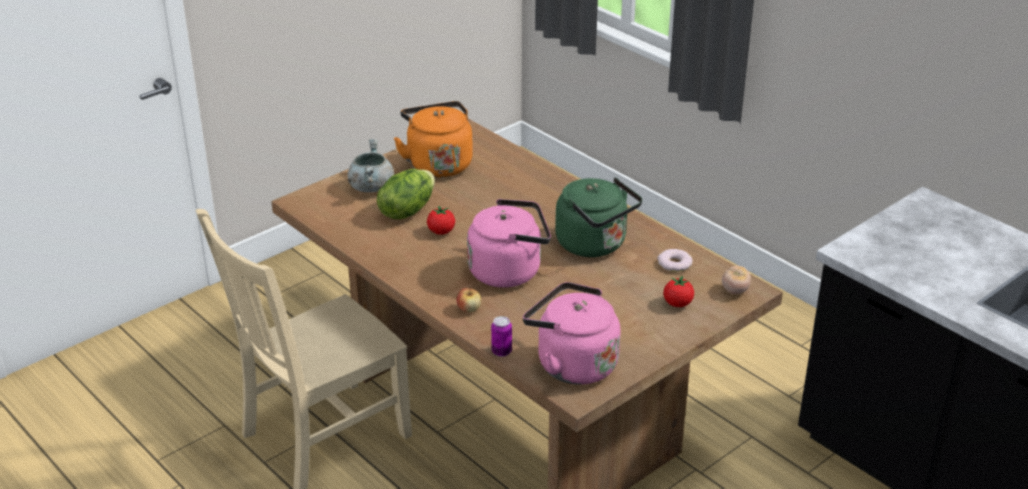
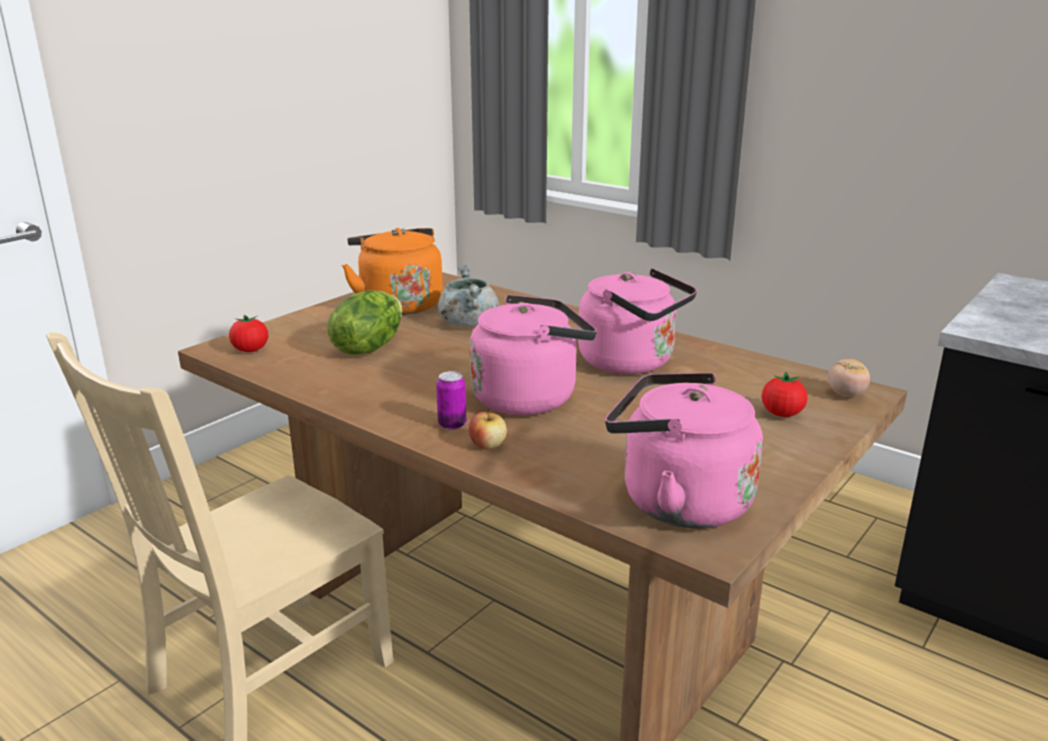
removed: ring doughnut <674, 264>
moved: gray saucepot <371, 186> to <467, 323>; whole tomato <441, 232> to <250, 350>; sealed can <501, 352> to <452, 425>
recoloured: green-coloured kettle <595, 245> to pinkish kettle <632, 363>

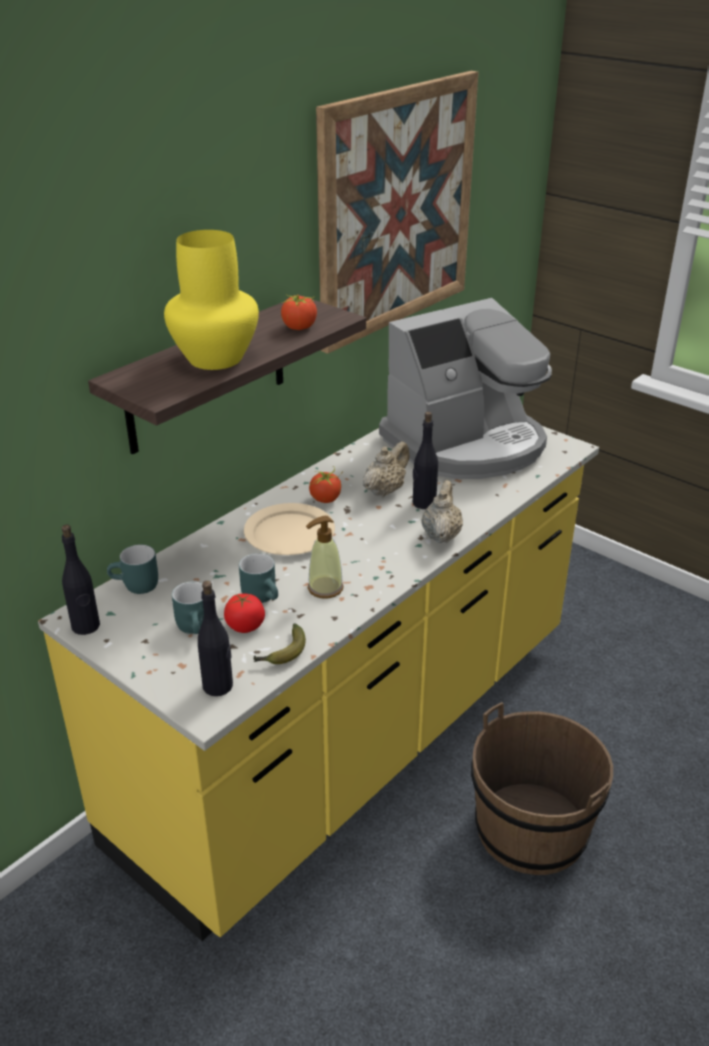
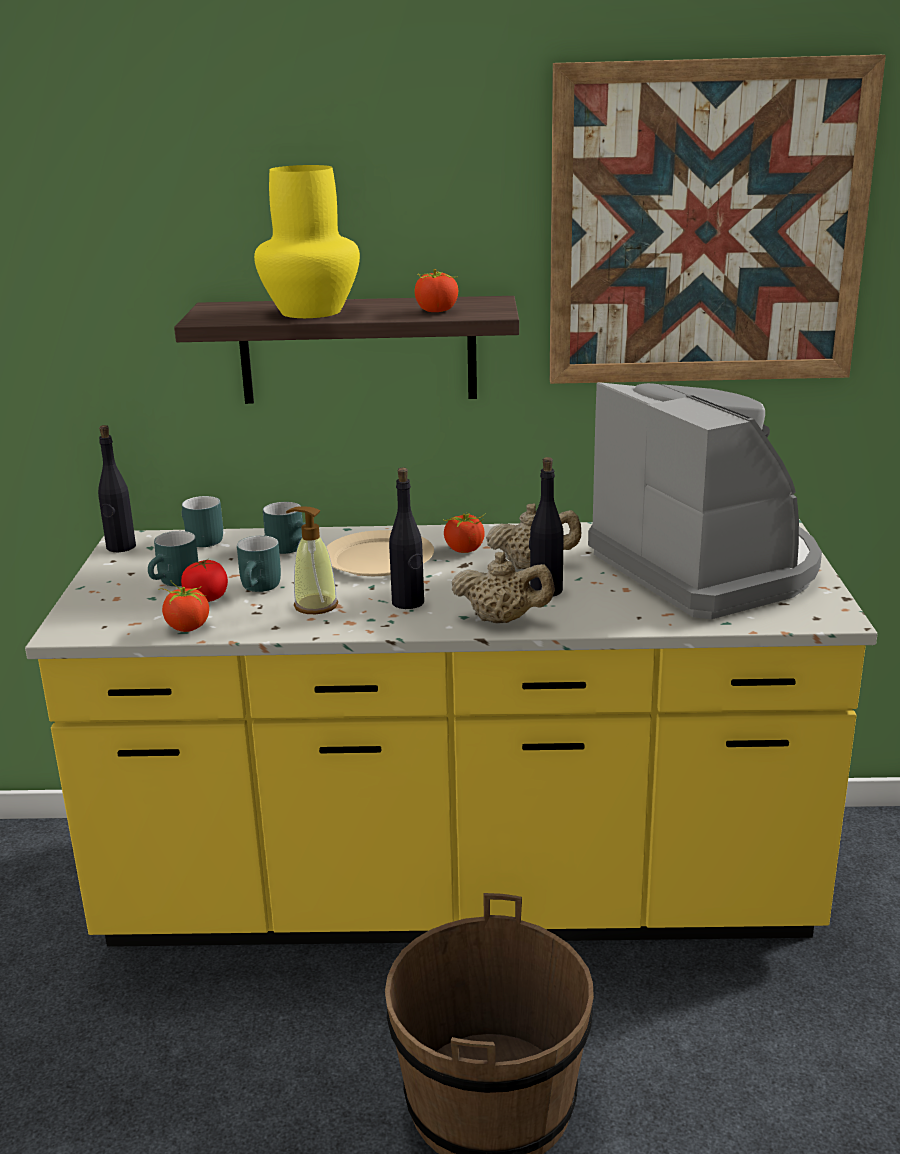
added: turquoise mug <292, 548>
moved: black-coloured beverage bottle <218, 686> to <408, 602>
replaced: banana fruit <282, 653> to whole tomato <187, 627>
turned: coffee maker <466, 444> = <708, 567> 135 degrees counterclockwise; sand-coloured tea pot <441, 535> = <502, 620> 45 degrees clockwise

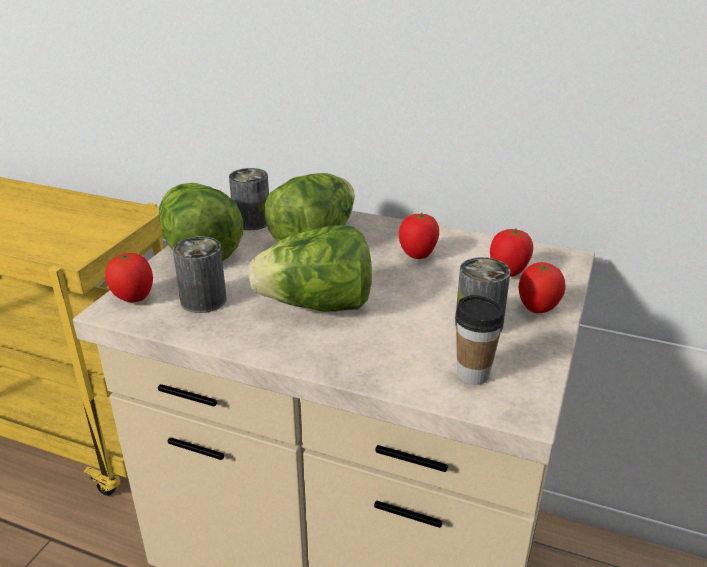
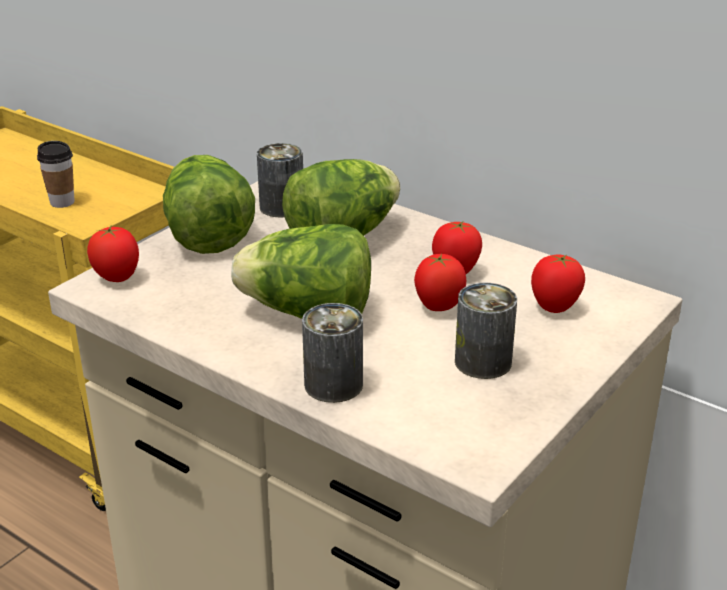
moved: sealed can <203, 300> to <333, 384>; whole tomato <537, 309> to <438, 307>; small cup <473, 374> to <62, 202>

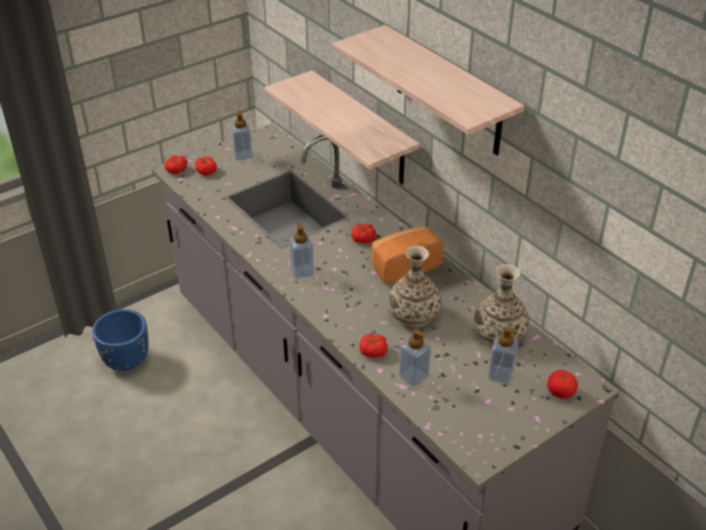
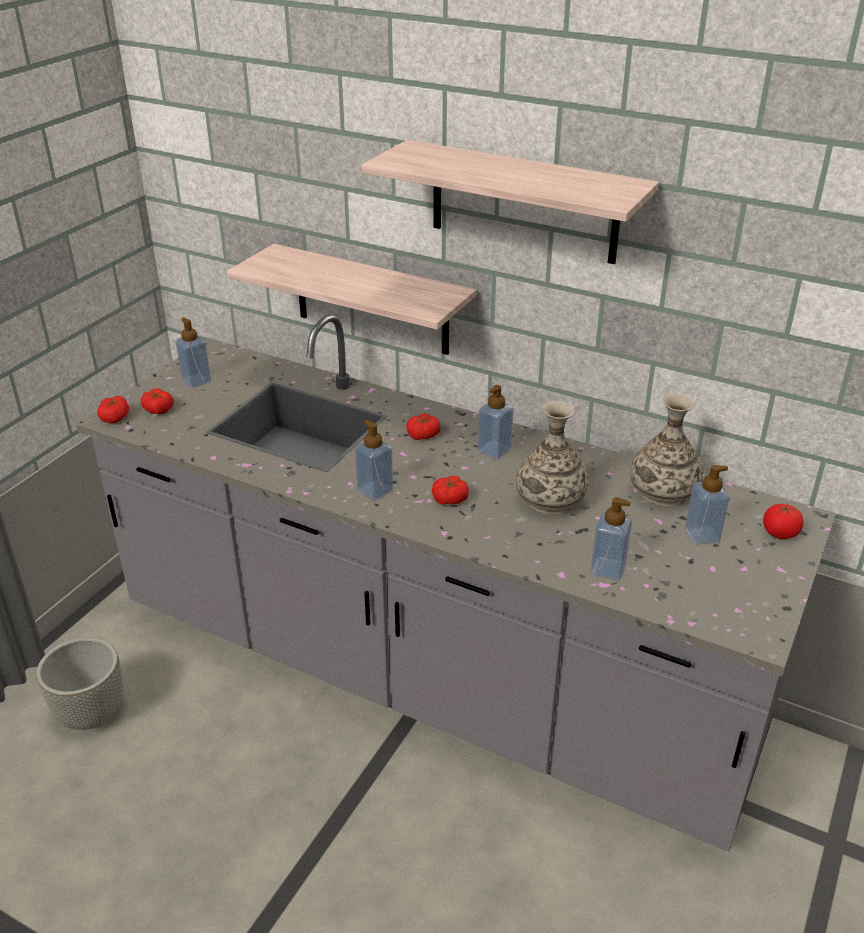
moved: whole tomato <373, 351> to <450, 499>
replaced: baked bread <403, 265> to liquid soap bottle <494, 450>
recoloured: blue-coloured planter <127, 361> to gray planter <91, 714>

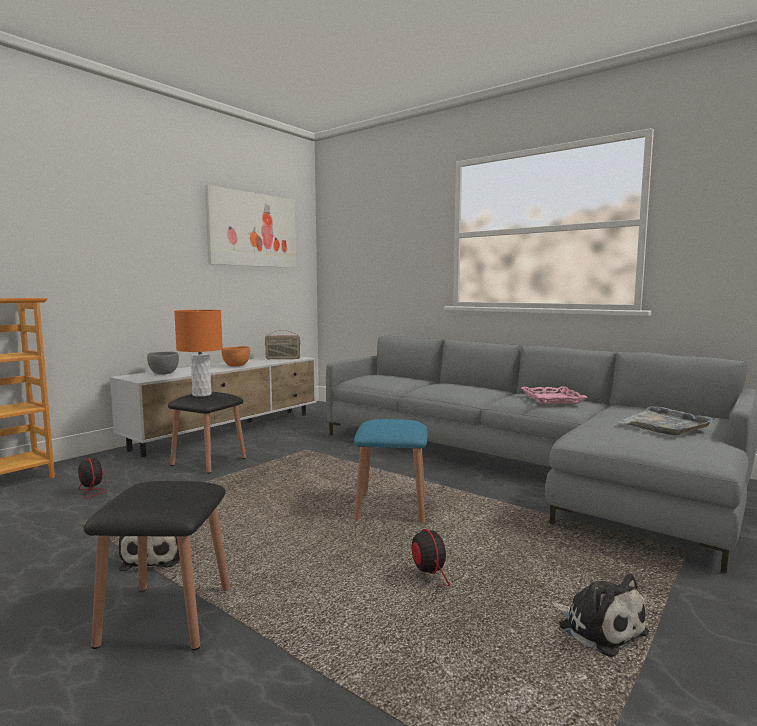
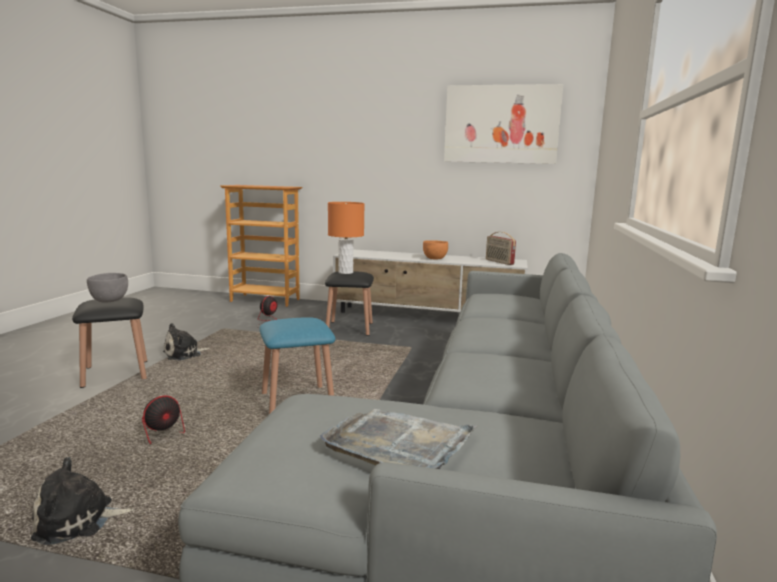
removed: pinkish tray <551, 399>
moved: gray deep dish <163, 373> to <110, 301>
turned: soft toy <598, 627> = <79, 521> 45 degrees clockwise

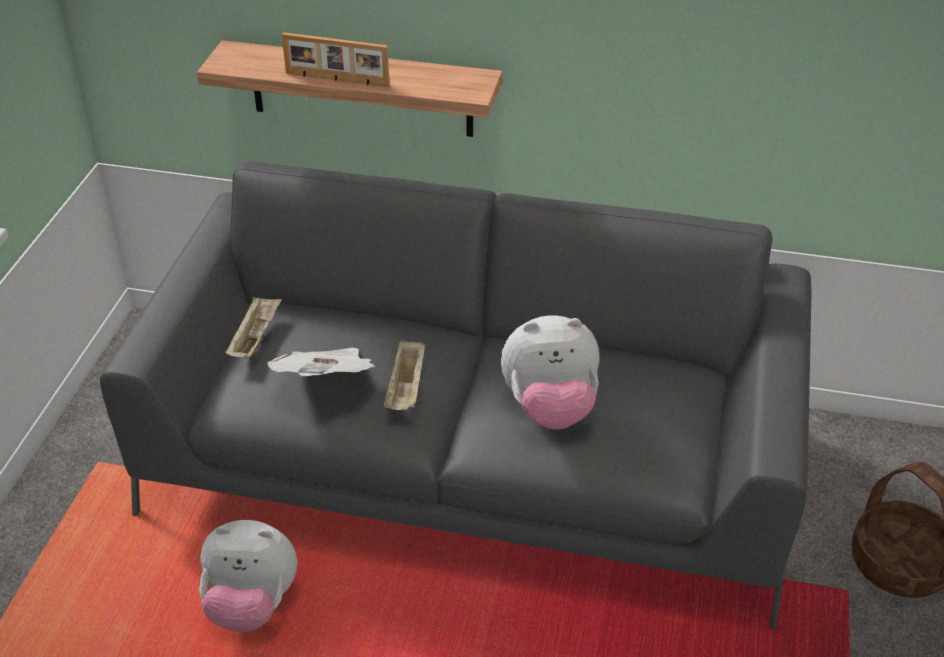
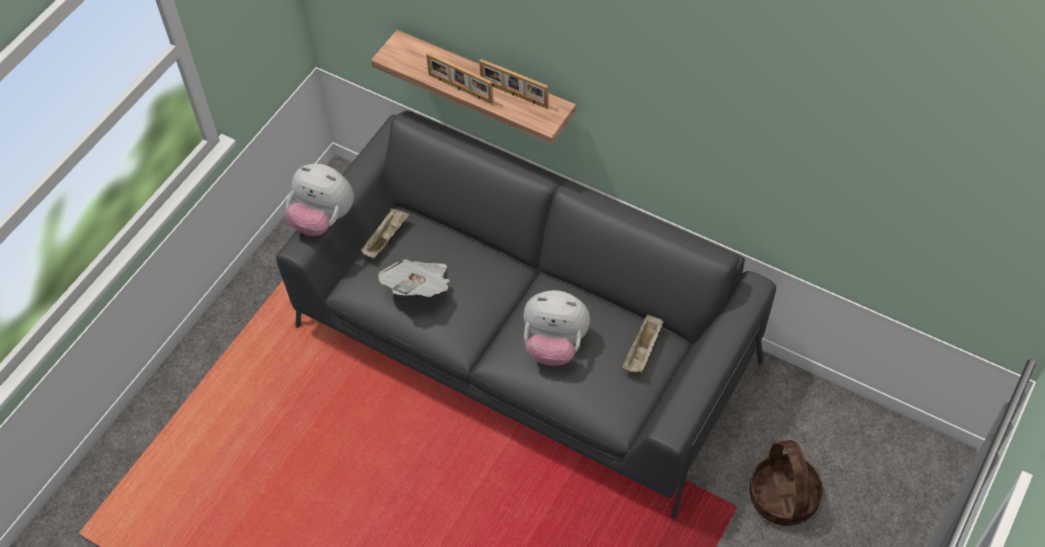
added: standing frame <513, 94>
moved: sand-coloured tray <406, 388> to <643, 351>; soft toy <251, 605> to <323, 219>

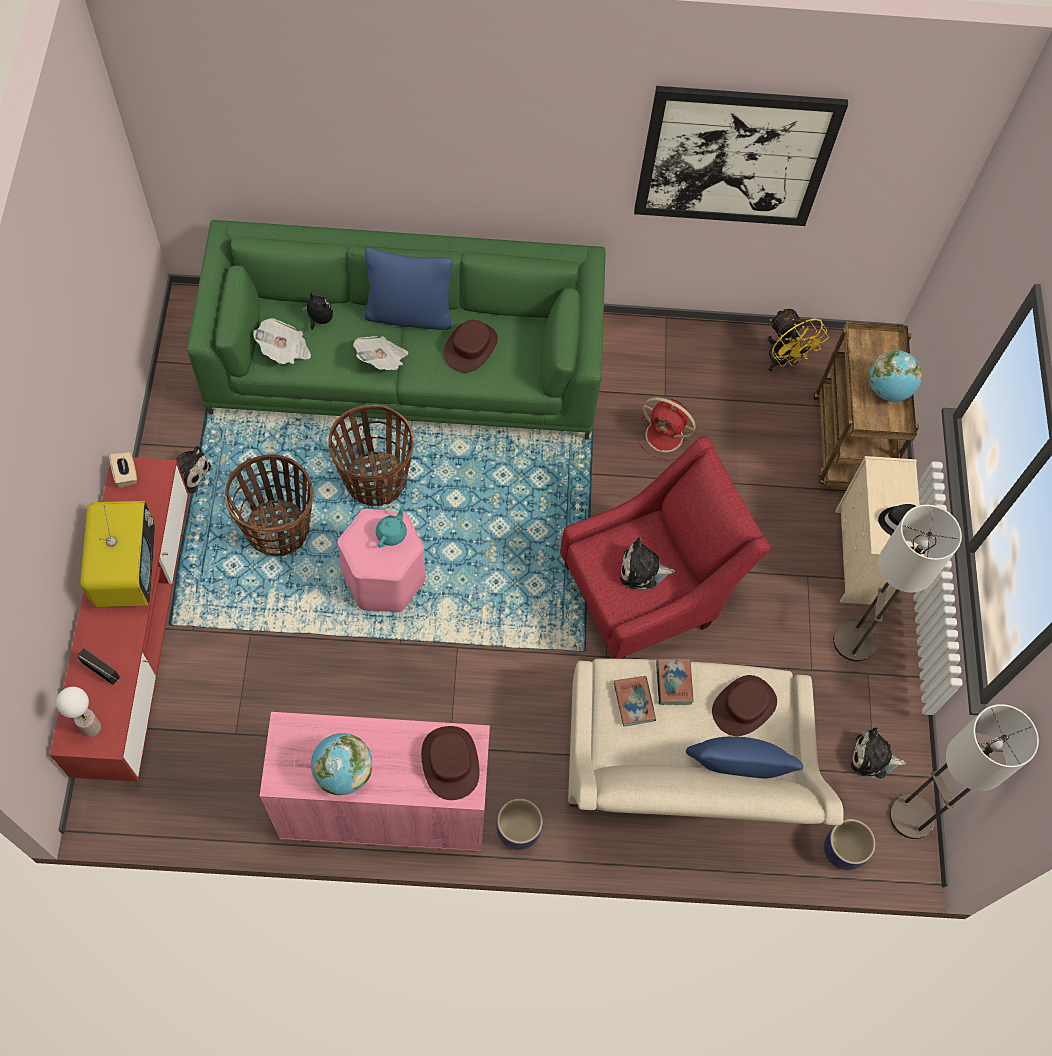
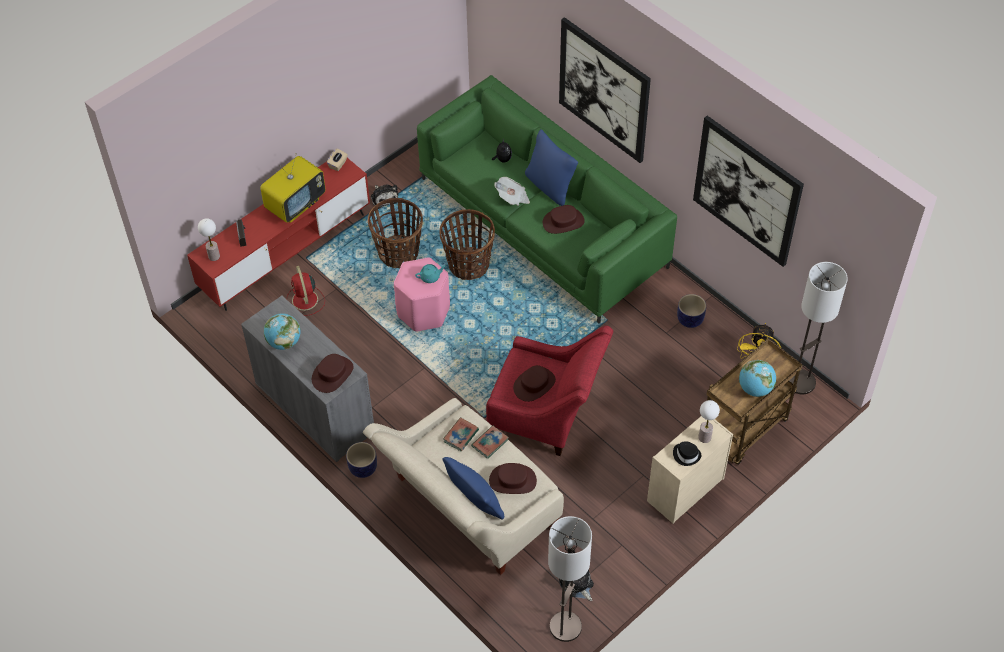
removed: daily paper <284, 350>
added: wall art <604, 90>; lamp for a table <705, 437>
moved: red-coloured cooling fan <665, 436> to <305, 301>; standing lamp <854, 642> to <800, 382>; planter <842, 851> to <689, 320>
replaced: soft toy <642, 570> to brown-coloured wearable hat <534, 385>
recoloured: pinkish cabinet <384, 806> to gray cabinet <315, 408>

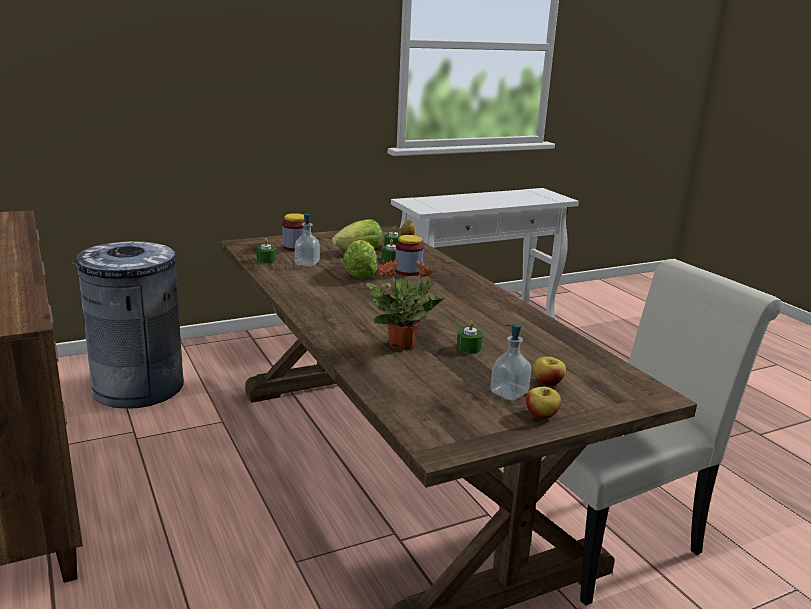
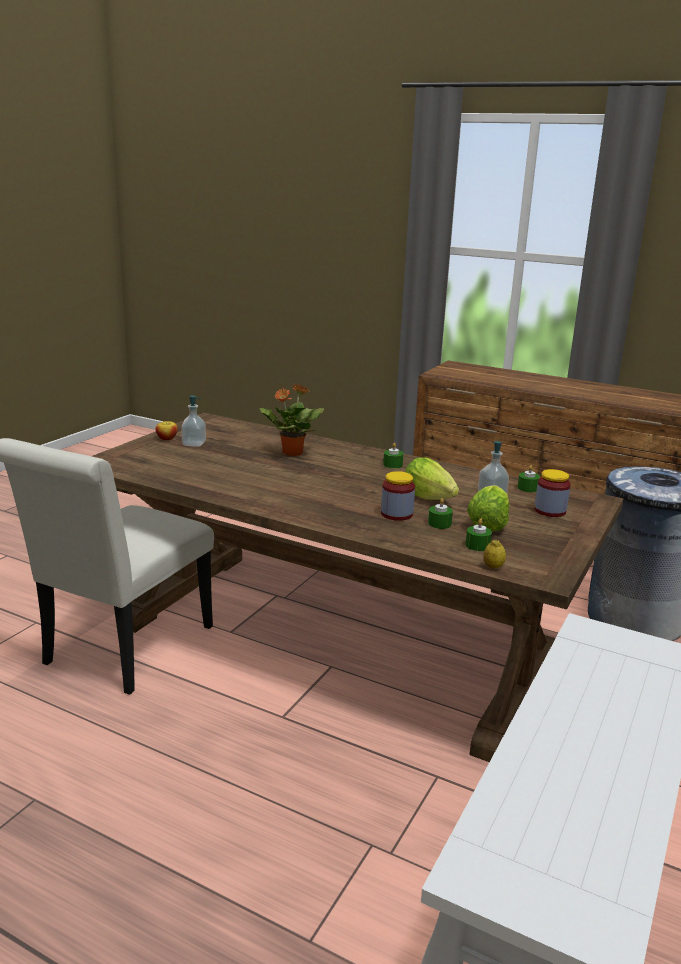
removed: apple fruit <547, 382>
moved: green-coloured wax candle <469, 348> to <392, 465>

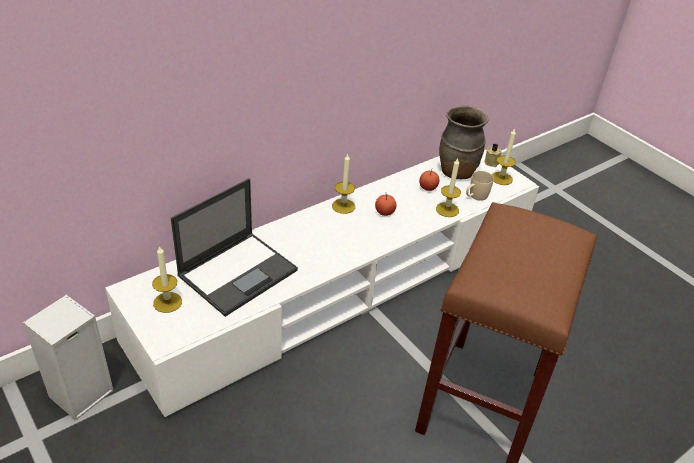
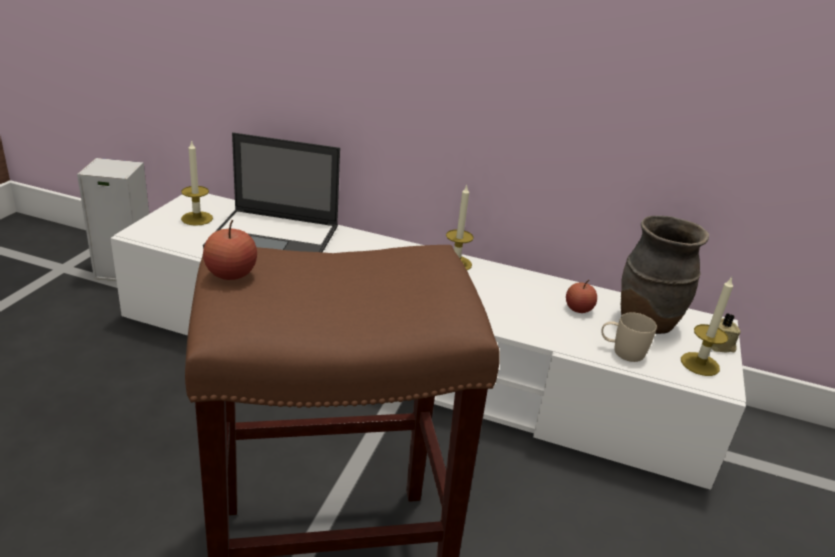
removed: wax candle <447, 209>
moved: apple fruit <384, 212> to <231, 274>

